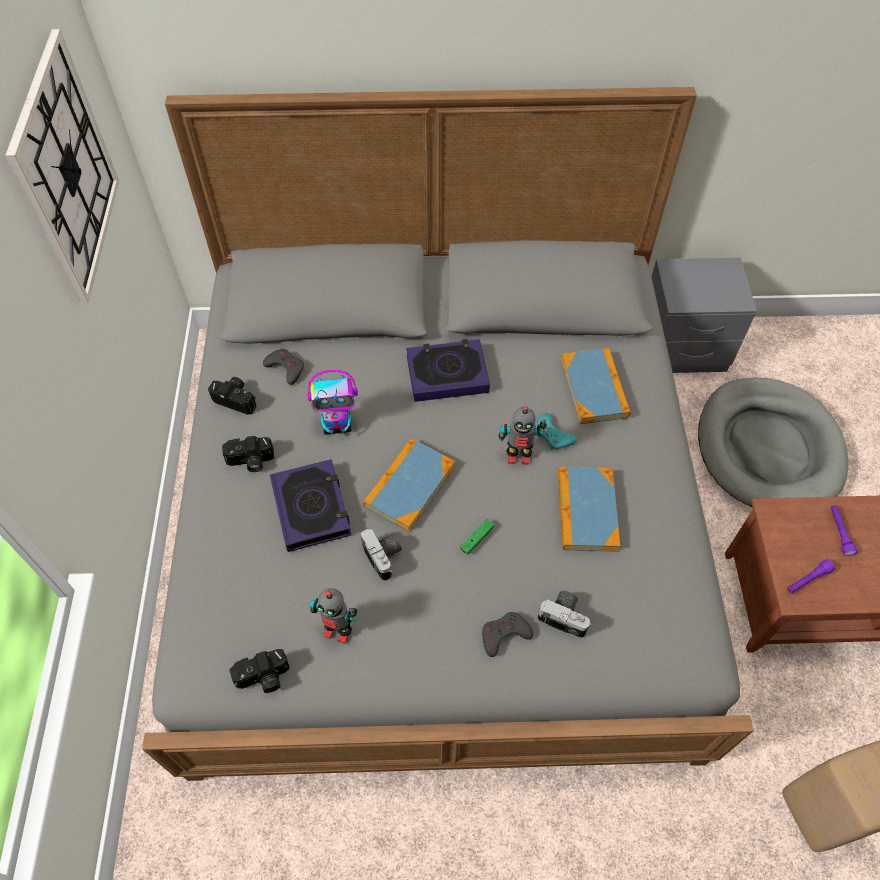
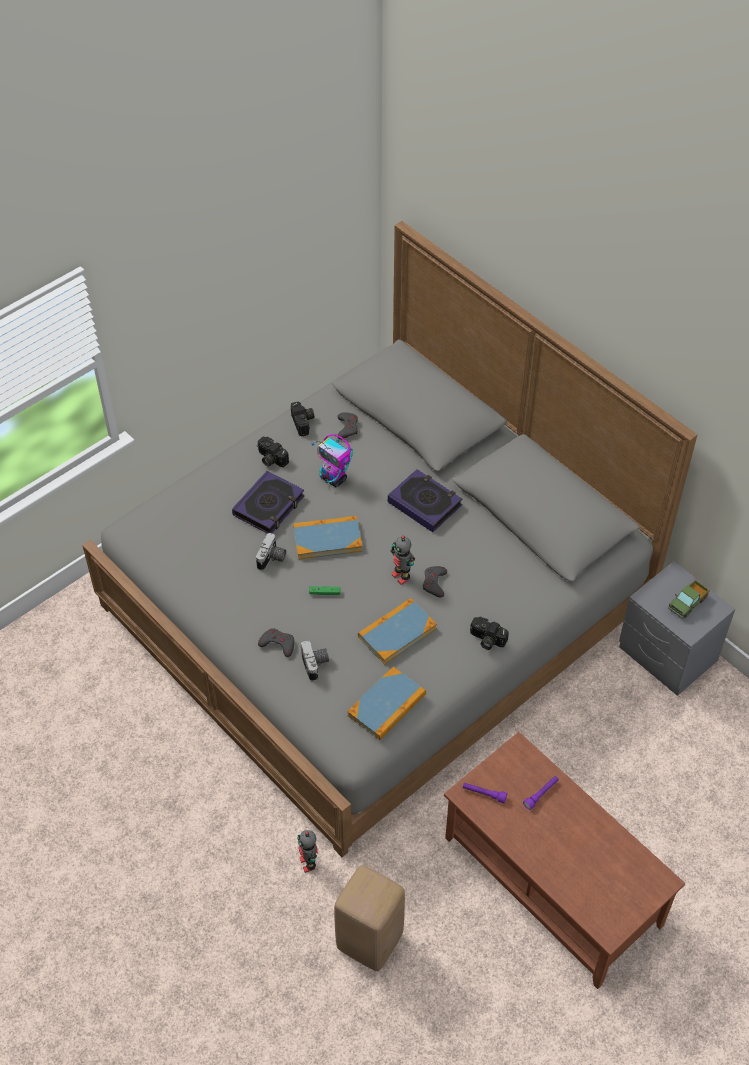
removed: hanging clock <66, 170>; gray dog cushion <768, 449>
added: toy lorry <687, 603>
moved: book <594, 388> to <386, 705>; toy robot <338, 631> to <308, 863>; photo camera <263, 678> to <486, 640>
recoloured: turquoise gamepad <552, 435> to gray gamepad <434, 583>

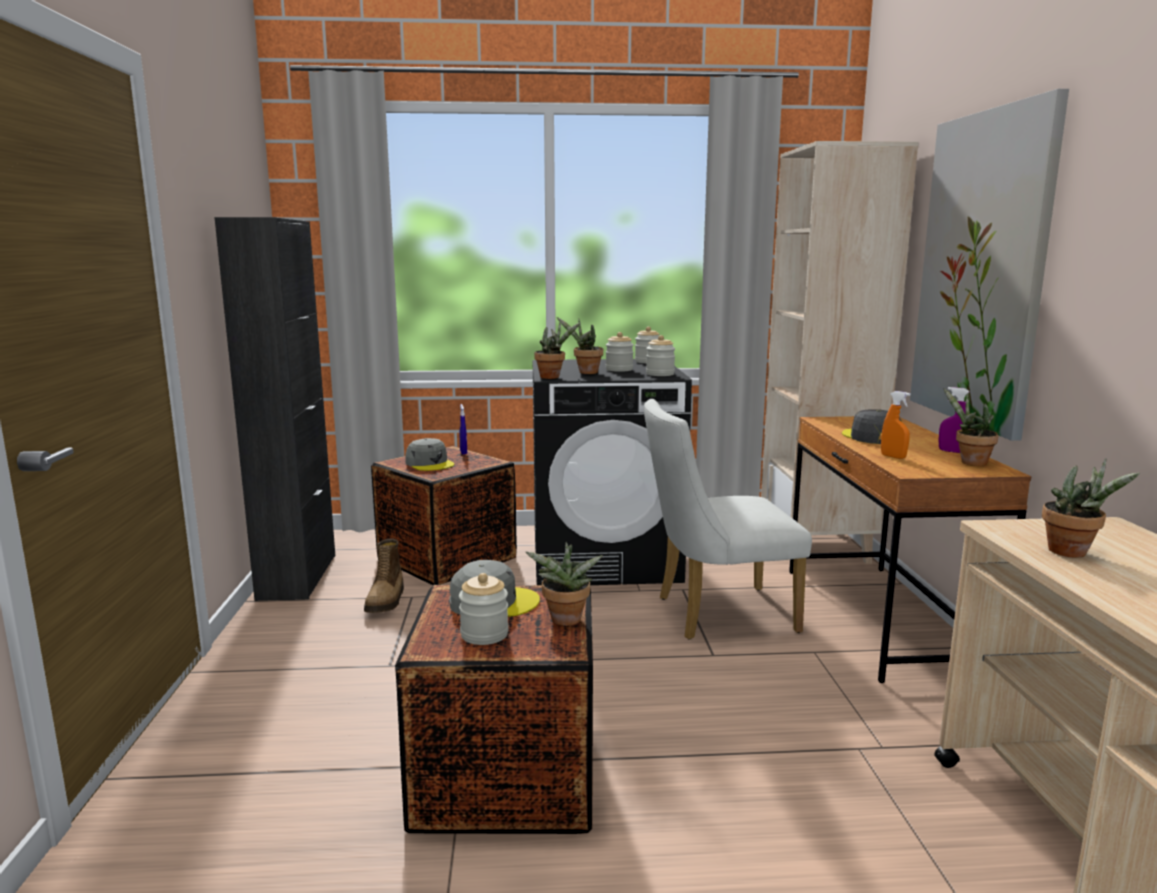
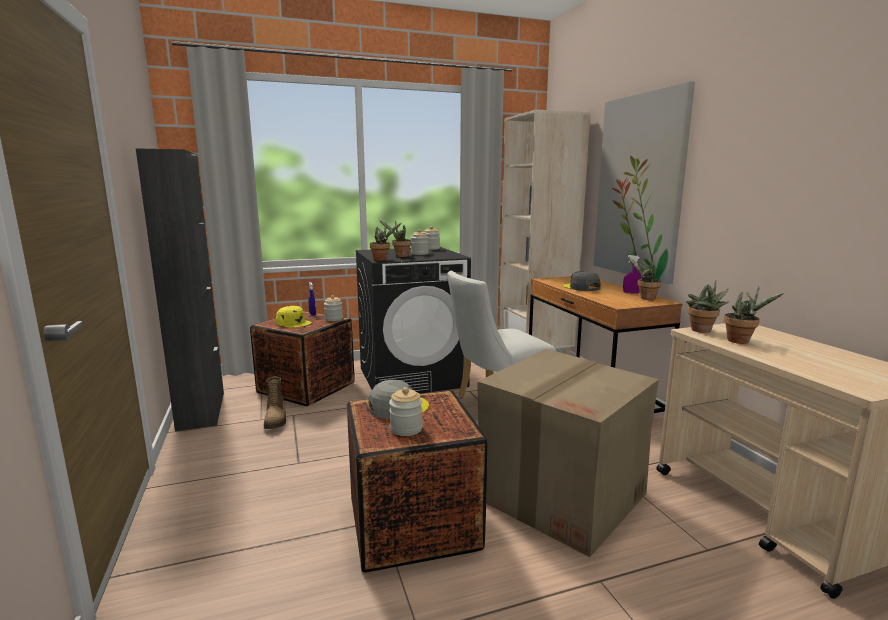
removed: orangey spray bottle <893, 457>
added: cardboard box <562, 494>
moved: preserve jar <660, 374> to <333, 319>; plant in a pot <565, 621> to <702, 331>
recoloured: gray cap <430, 463> to yellow cap <293, 323>

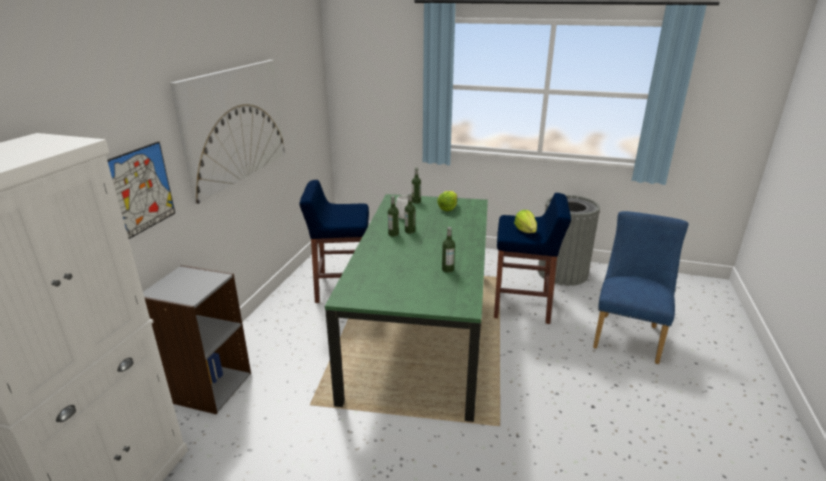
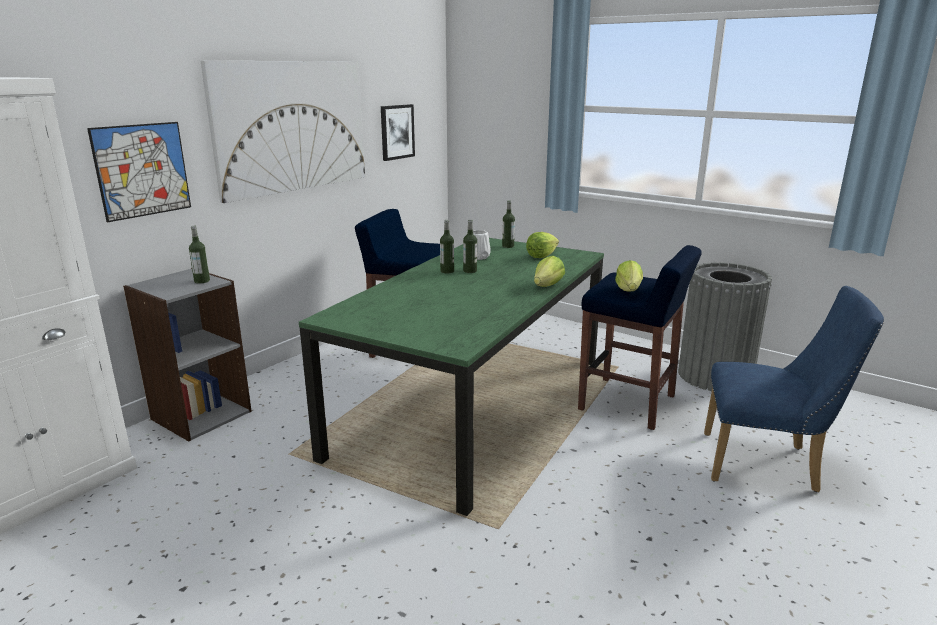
added: wall art <397, 132>; head of lettuce <547, 286>
moved: beverage bottle <448, 269> to <202, 281>
turned: blue-coloured upright chair <628, 334> = <768, 465> 60 degrees clockwise

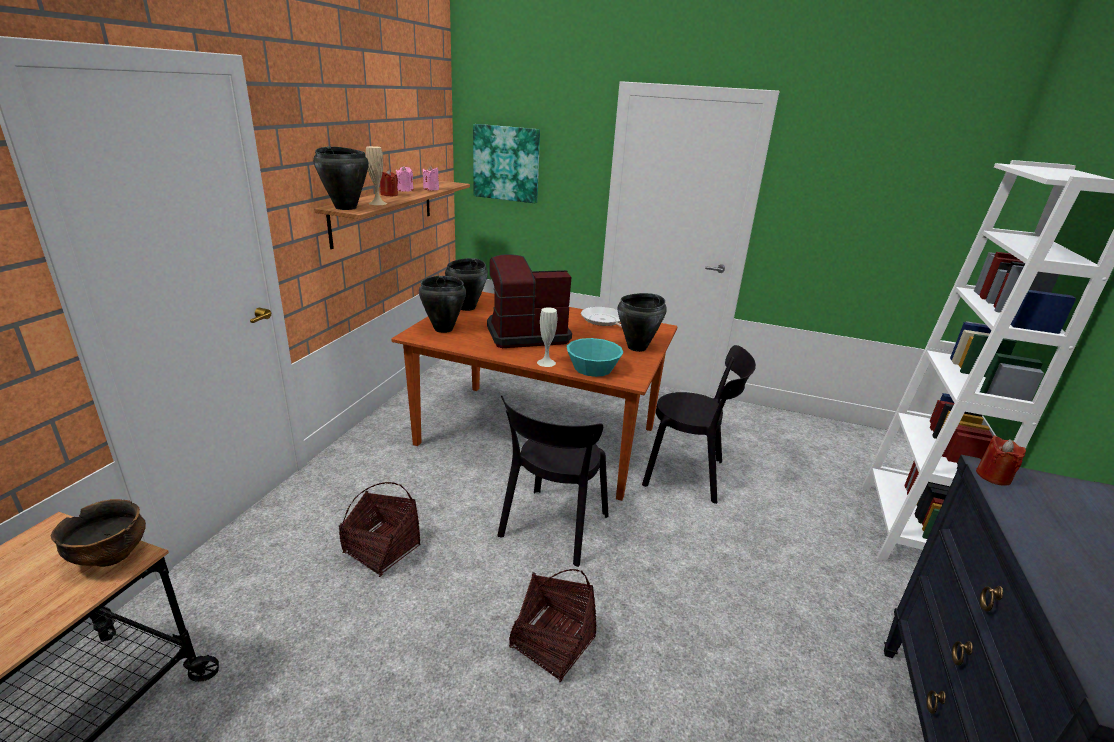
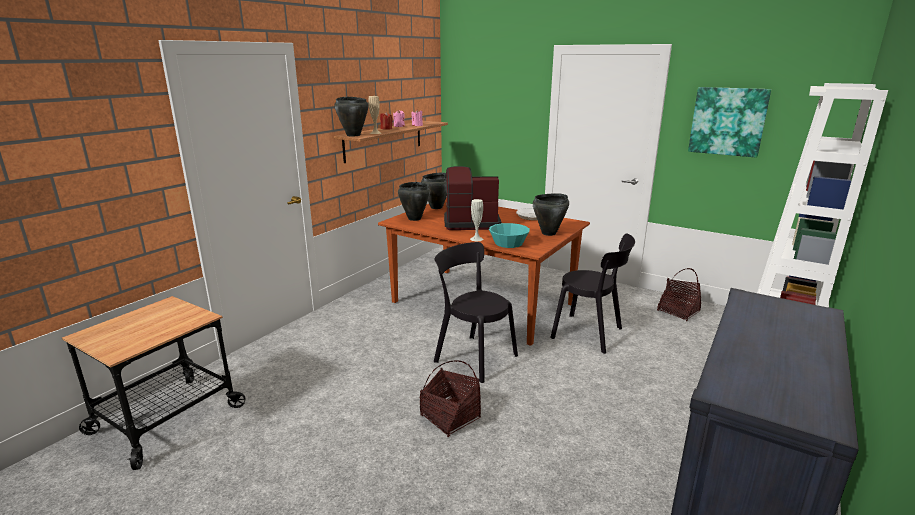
removed: red-coloured wax candle <993, 476>; deep dish <111, 556>
moved: wall art <506, 163> to <728, 121>; basket <381, 549> to <678, 311>
turned: black-coloured upright chair <552, 529> = <472, 357> 90 degrees clockwise

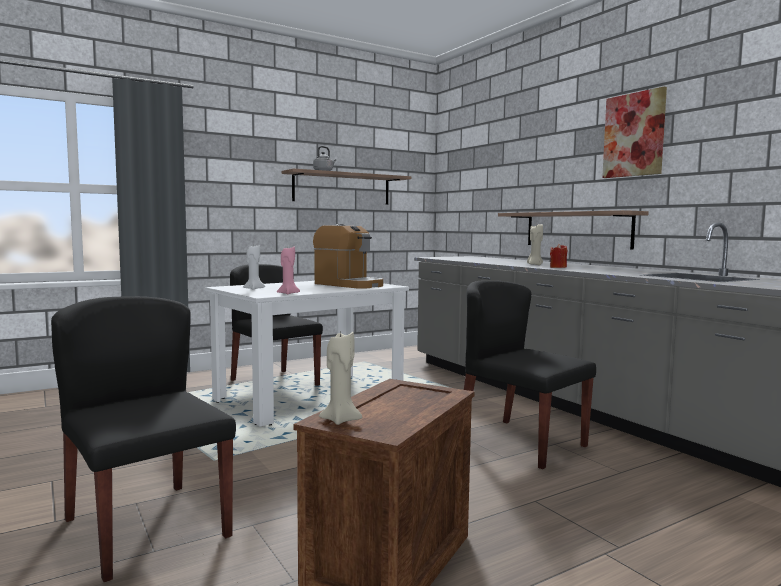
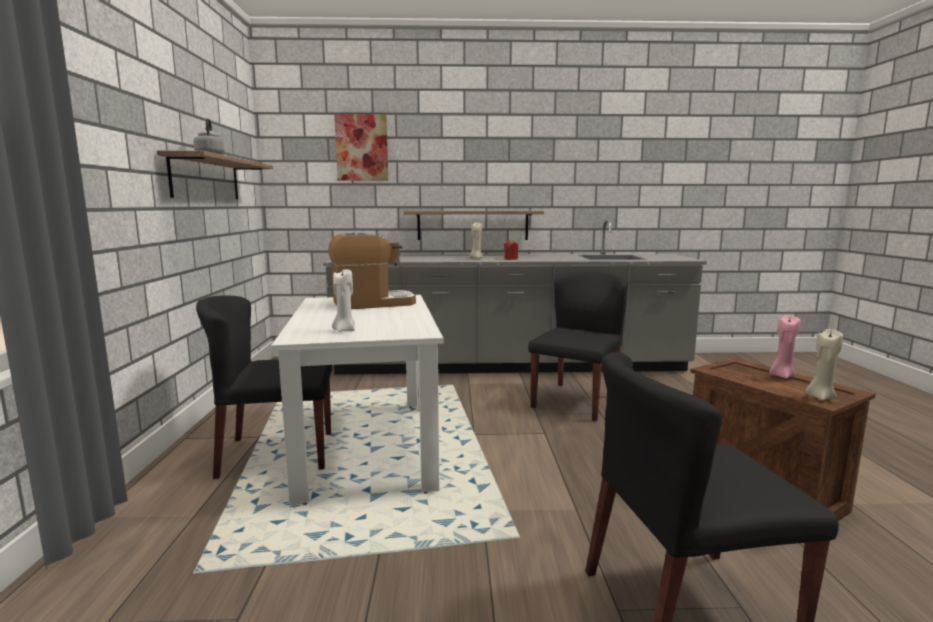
moved: wall art <634, 135> to <362, 148>; pinkish wax candle <288, 293> to <781, 376>
turned: black-coloured upright chair <520, 442> = <576, 401> 135 degrees clockwise

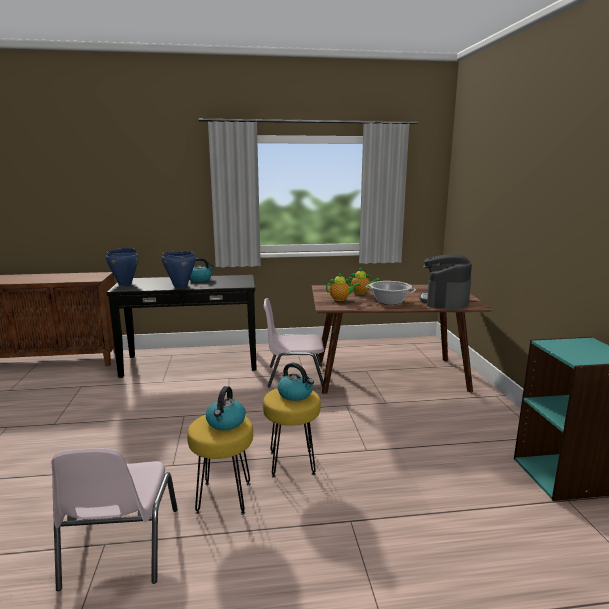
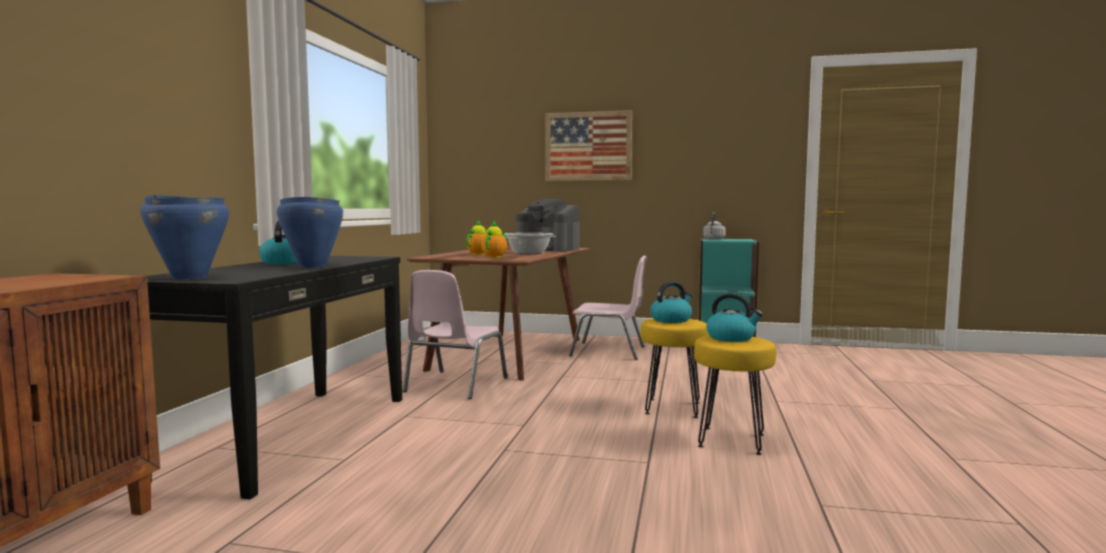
added: wall art <588, 146>; gray kettle <713, 239>
moved: pinkish upright chair <120, 548> to <609, 351>

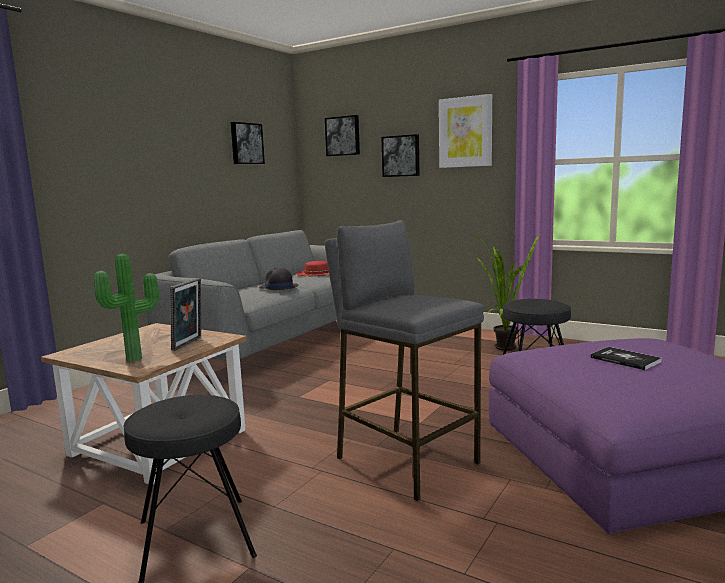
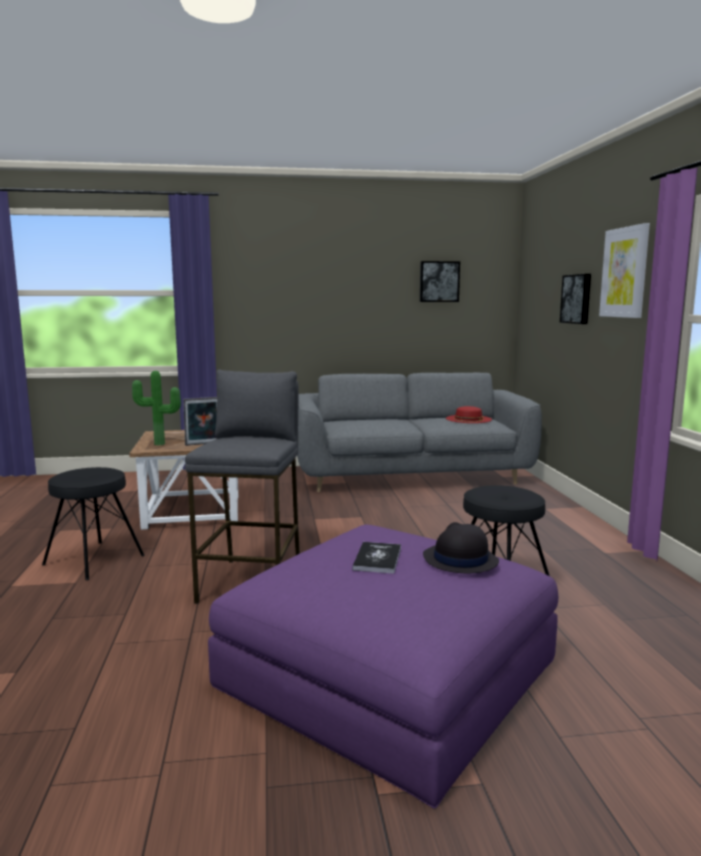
removed: wall art <343, 136>; plant in a pot <501, 346>
moved: black-coloured wearable hat <278, 287> to <459, 559>

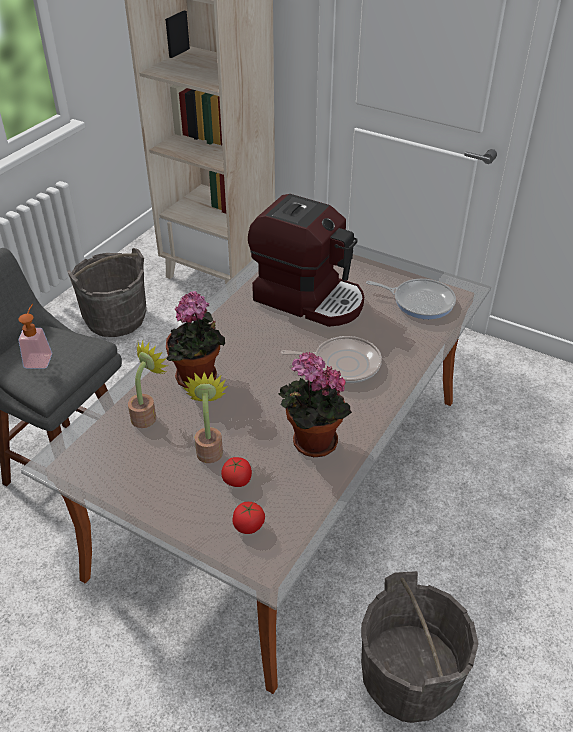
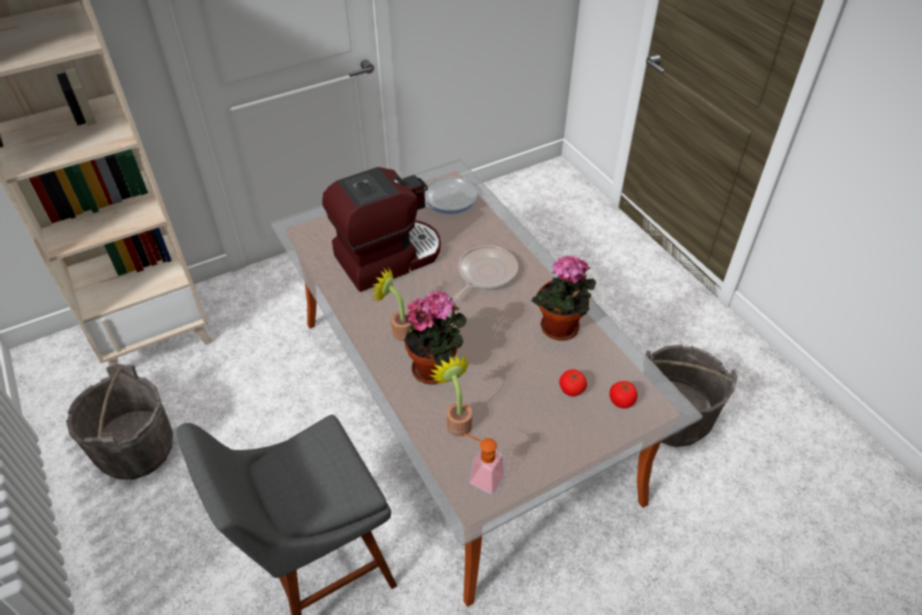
moved: liquid soap bottle <39, 357> to <481, 476>; plant in a pot <209, 448> to <399, 330>

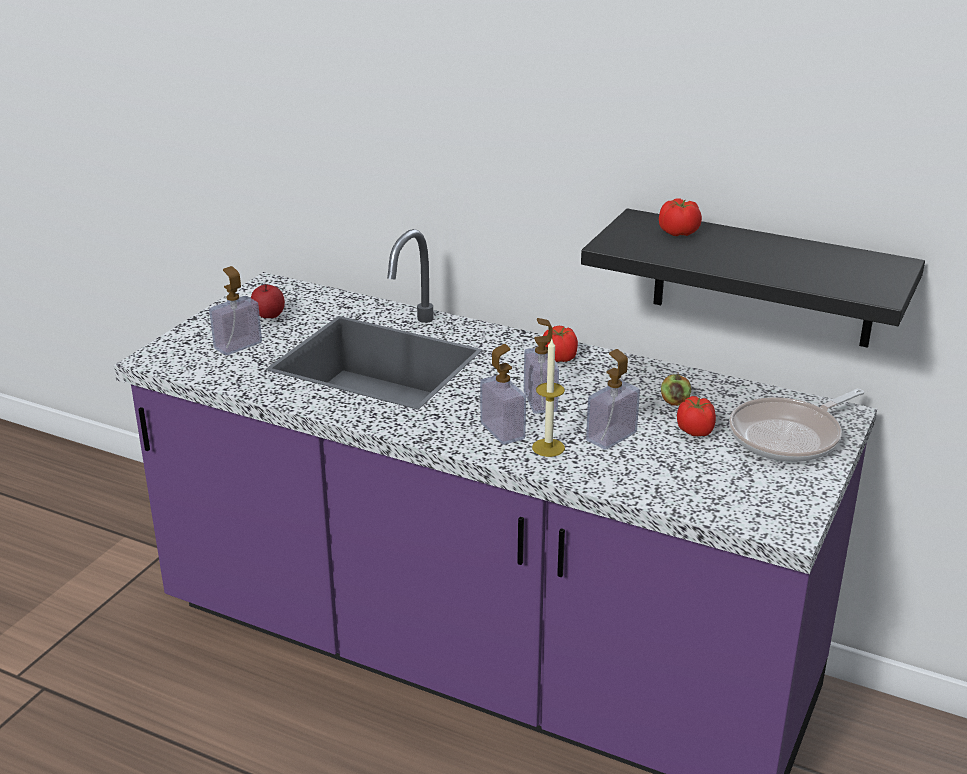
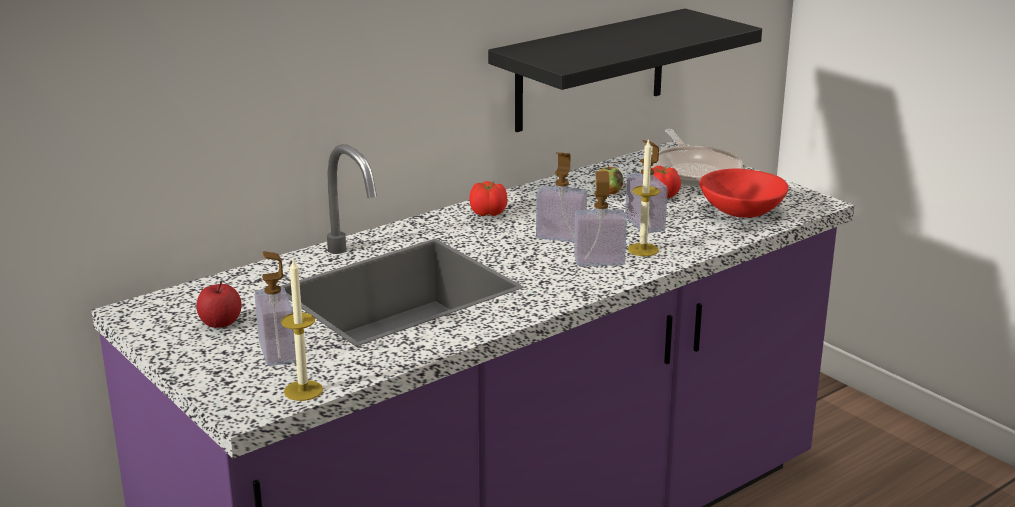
removed: whole tomato <678, 233>
added: red-coloured deep dish <741, 212>; wax candle <303, 390>

